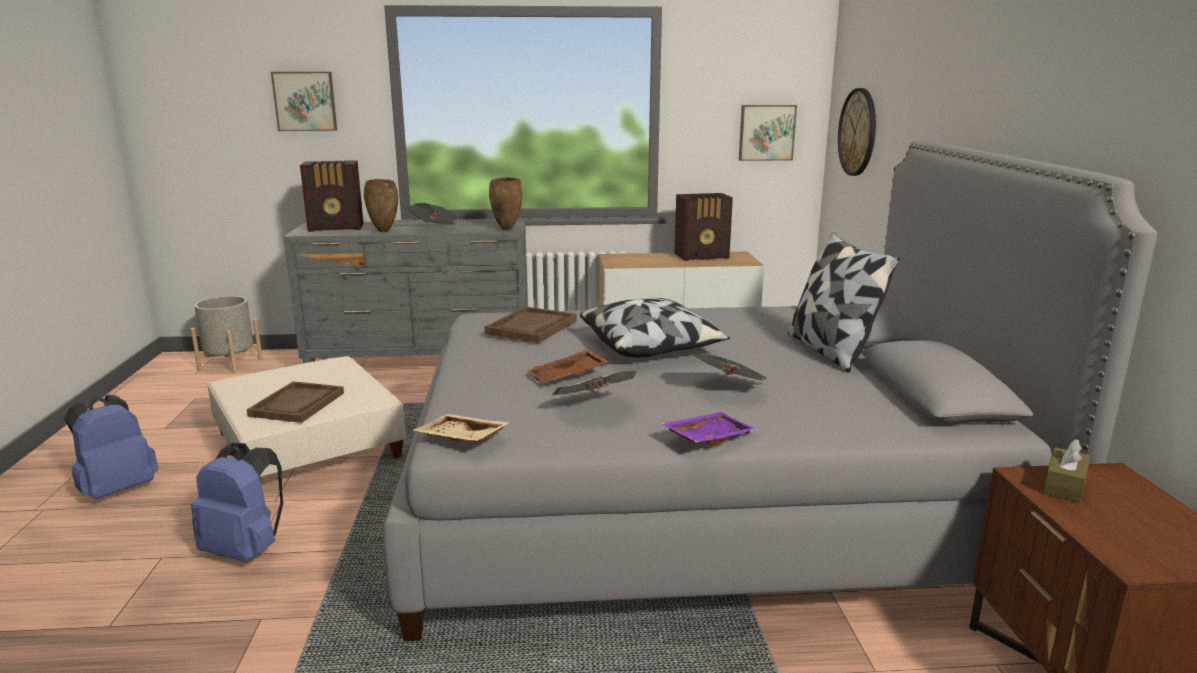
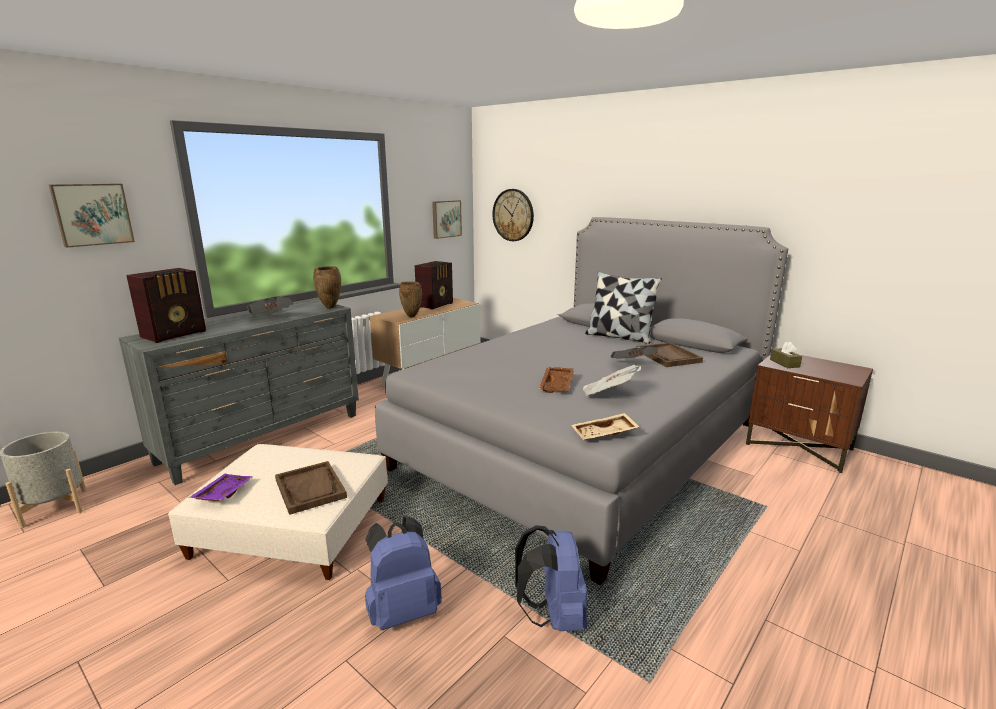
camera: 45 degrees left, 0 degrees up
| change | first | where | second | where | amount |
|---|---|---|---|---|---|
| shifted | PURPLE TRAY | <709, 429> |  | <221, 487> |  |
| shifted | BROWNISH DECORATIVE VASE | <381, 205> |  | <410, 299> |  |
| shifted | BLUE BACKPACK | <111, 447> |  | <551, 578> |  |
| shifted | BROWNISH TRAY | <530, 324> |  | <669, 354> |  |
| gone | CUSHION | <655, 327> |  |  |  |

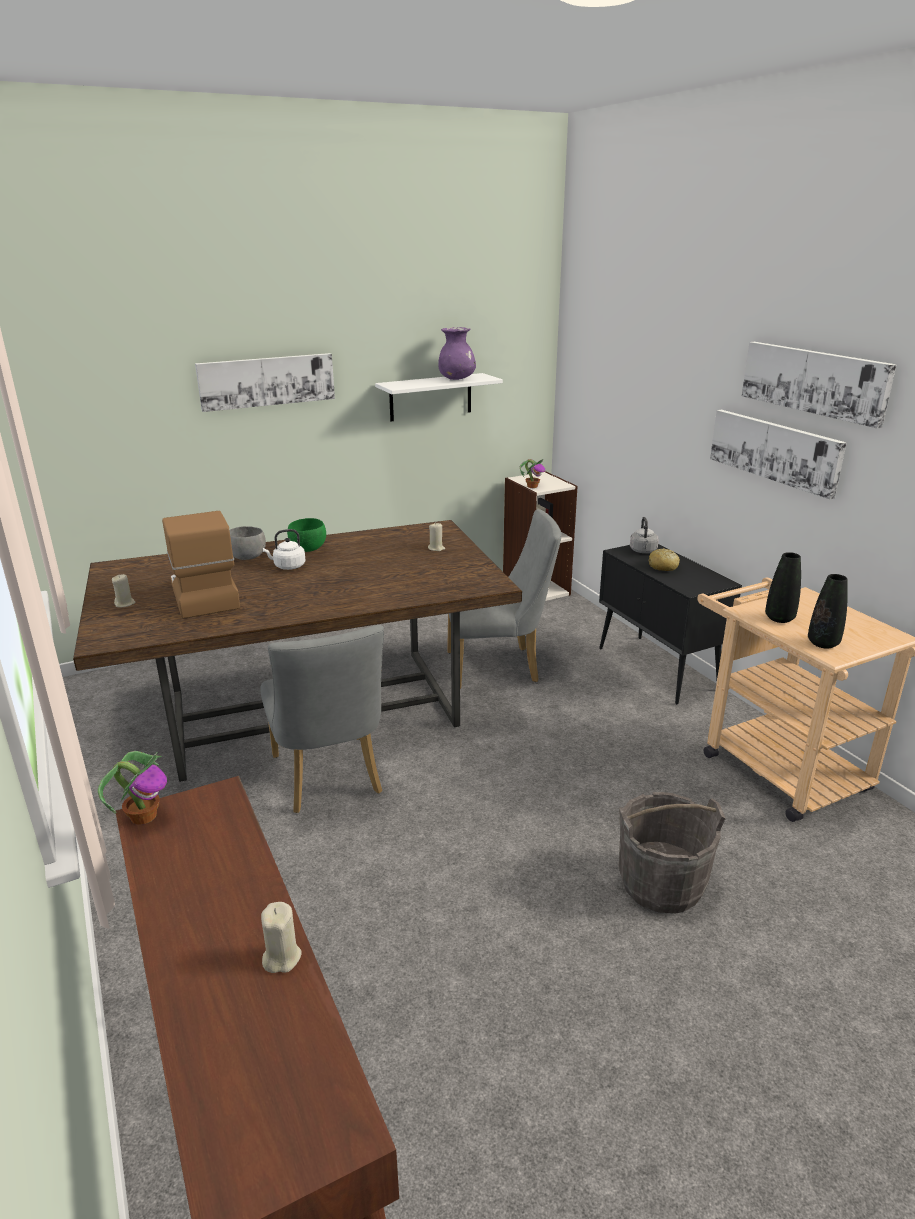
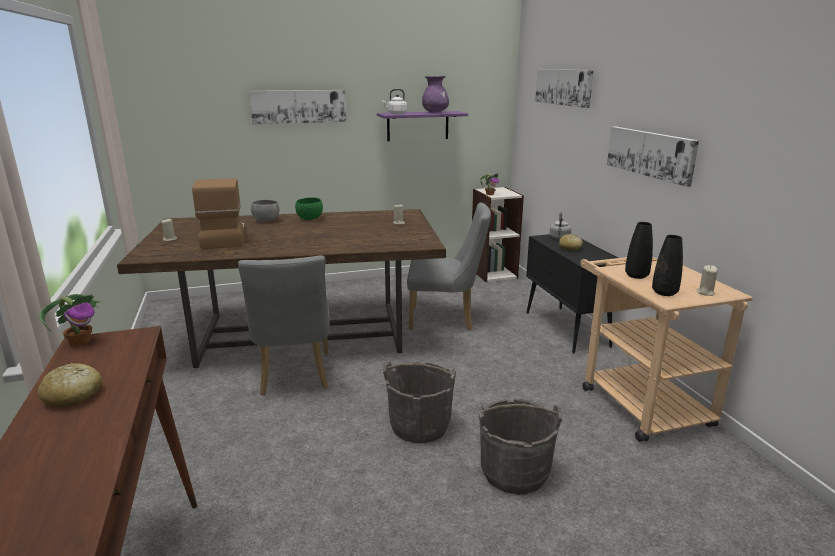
camera: 10 degrees right, 5 degrees down
| change | first | where | second | where | amount |
|---|---|---|---|---|---|
| new |  |  | BAKERY BREAD | <70, 385> |  |
| repainted | WHITE-COLOURED SHELF | <439, 397> | PURPLE SHELF | <422, 126> |  |
| shifted | WHITE-COLOURED WATER KETTLE | <284, 549> |  | <394, 101> |  |
| new |  |  | GRAY WATER BUCKET | <419, 402> |  |
| shifted | WALL ART | <819, 385> |  | <564, 88> |  |
| shifted | SAND-COLOURED WAX LIGHT | <281, 937> |  | <707, 280> |  |

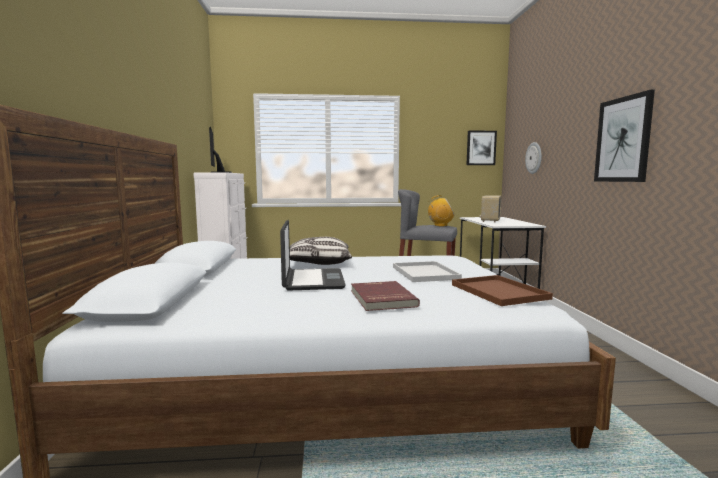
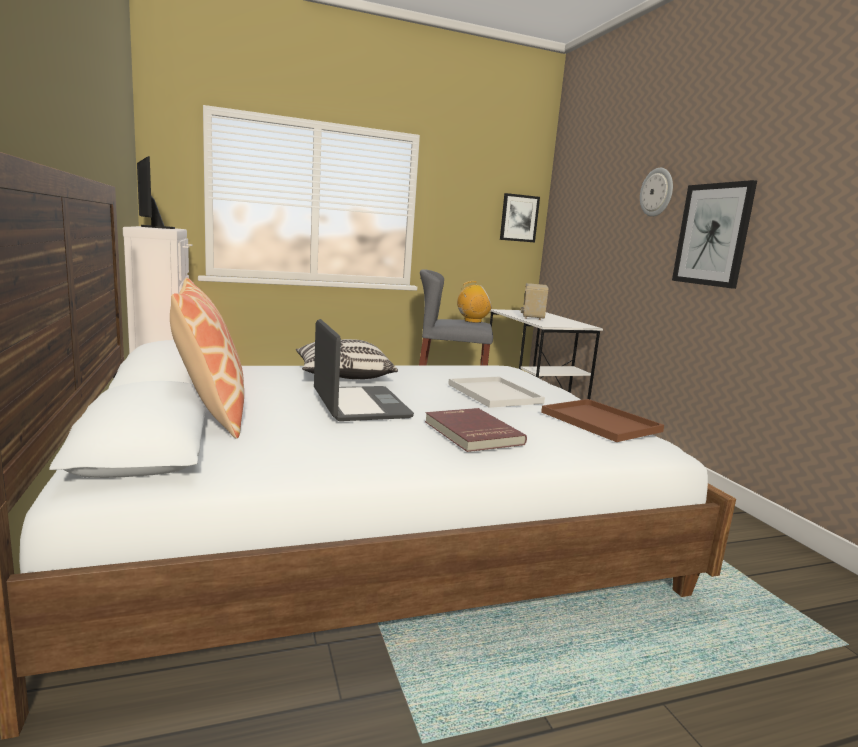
camera: 15 degrees left, 5 degrees up
| change | first | where | second | where | amount |
|---|---|---|---|---|---|
| new |  |  | CUSHION | <207, 358> |  |
| shifted | CLOCK ON THE WALL | <533, 158> |  | <656, 192> |  |

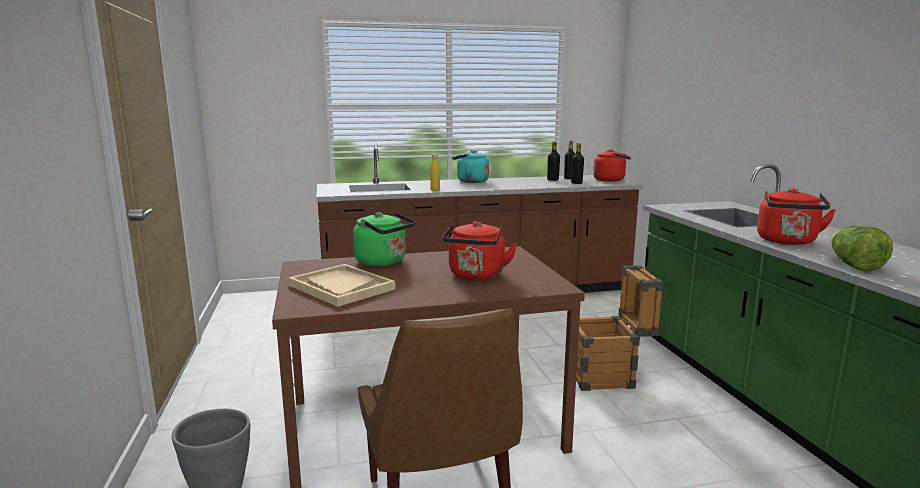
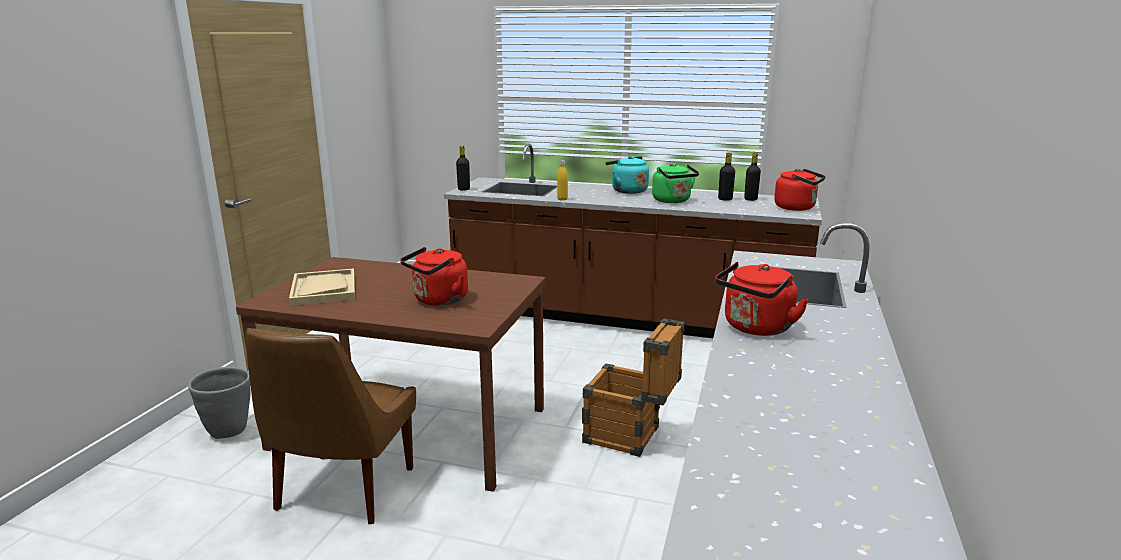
camera: 30 degrees right, 5 degrees up
| change | first | where | second | where | amount |
|---|---|---|---|---|---|
| shifted | BLACK-COLOURED BOTTLE | <577, 163> |  | <463, 168> |  |
| shifted | GREEN-COLOURED WATER KETTLE | <384, 239> |  | <675, 183> |  |
| gone | LETTUCE | <862, 249> |  |  |  |

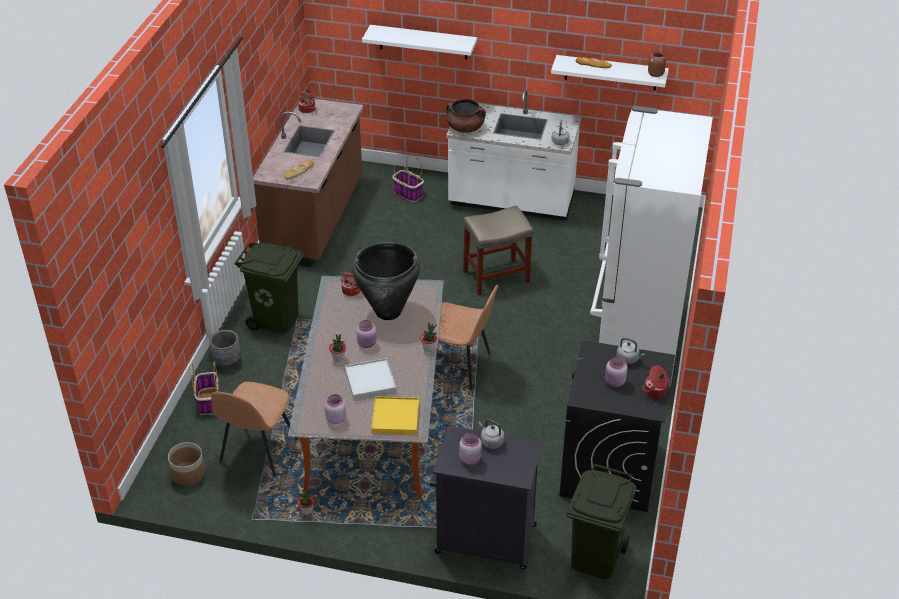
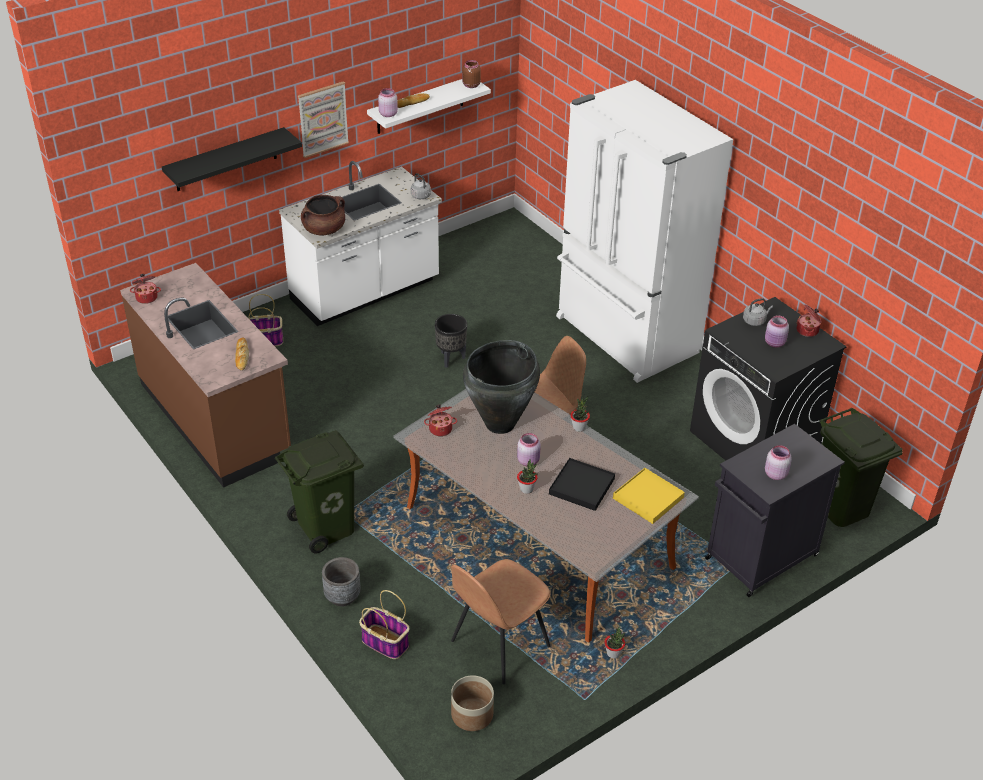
camera: 50 degrees left, 0 degrees up
| change | first | where | second | where | amount |
|---|---|---|---|---|---|
| repainted | WHITE-COLOURED SHELF | <419, 42> | BLACK-COLOURED SHELF | <232, 159> |  |
| new |  |  | WALL ART | <323, 119> |  |
| shifted | PINK STORAGE JAR | <335, 409> |  | <388, 102> |  |
| swapped | SAND-COLOURED STOOL | <498, 250> | BLACK-COLOURED PLANTER | <451, 341> |  |
| rotated | BROWNISH UPRIGHT CHAIR | <254, 429> |  | <500, 621> | 75 degrees clockwise |
| repainted | WHITE-COLOURED TRAY | <370, 379> | BLACK-COLOURED TRAY | <582, 484> |  |
| gone | GRAY WATER KETTLE | <491, 434> |  |  |  |

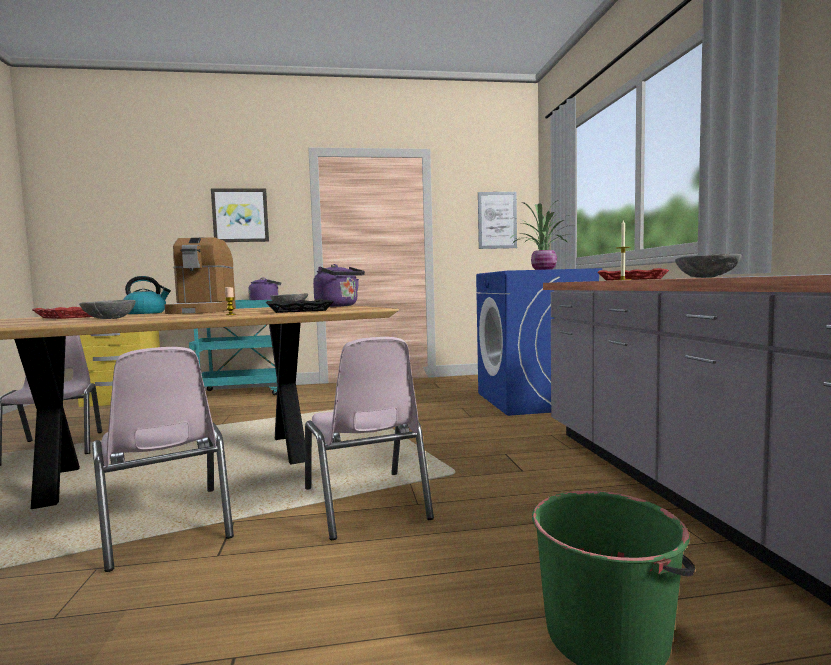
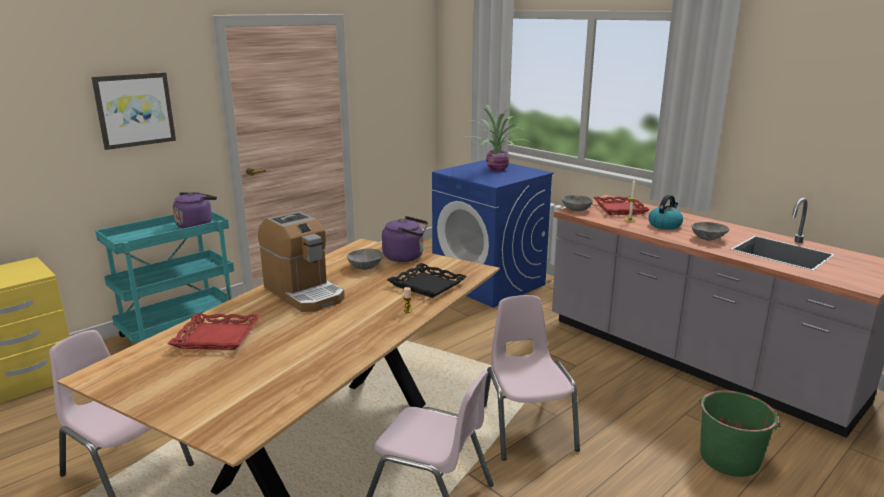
camera: 35 degrees left, 15 degrees up
| change | first | where | second | where | amount |
|---|---|---|---|---|---|
| rotated | PINK UPRIGHT CHAIR | <369, 438> |  | <532, 378> | 135 degrees counterclockwise |
| shifted | GRAY BOWL | <107, 309> |  | <577, 203> |  |
| shifted | WATER KETTLE | <147, 295> |  | <665, 212> |  |
| gone | WALL ART | <497, 220> |  |  |  |

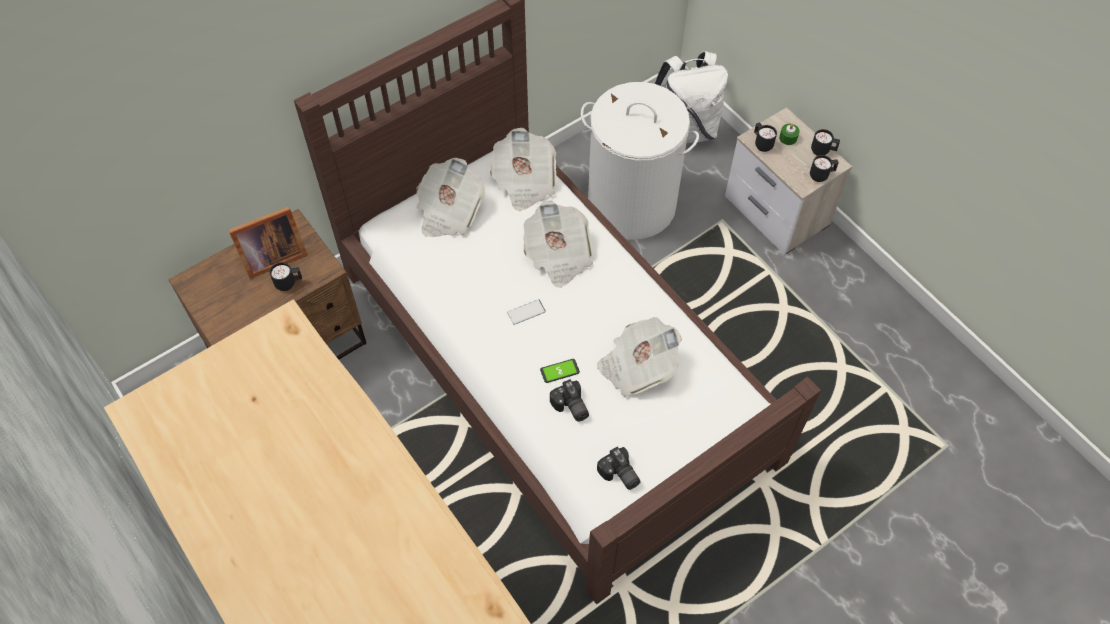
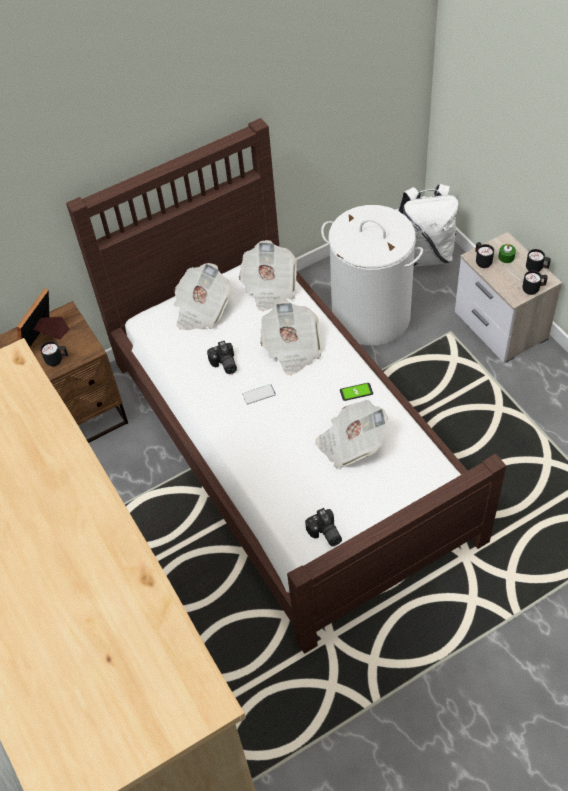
camera: 10 degrees right, 5 degrees down
| change | first | where | second | where | amount |
|---|---|---|---|---|---|
| rotated | STANDING FRAME | <268, 243> |  | <43, 318> | 135 degrees clockwise |
| shifted | STILL CAMERA | <569, 400> |  | <222, 357> |  |
| shifted | HANDSET | <560, 371> |  | <356, 392> |  |

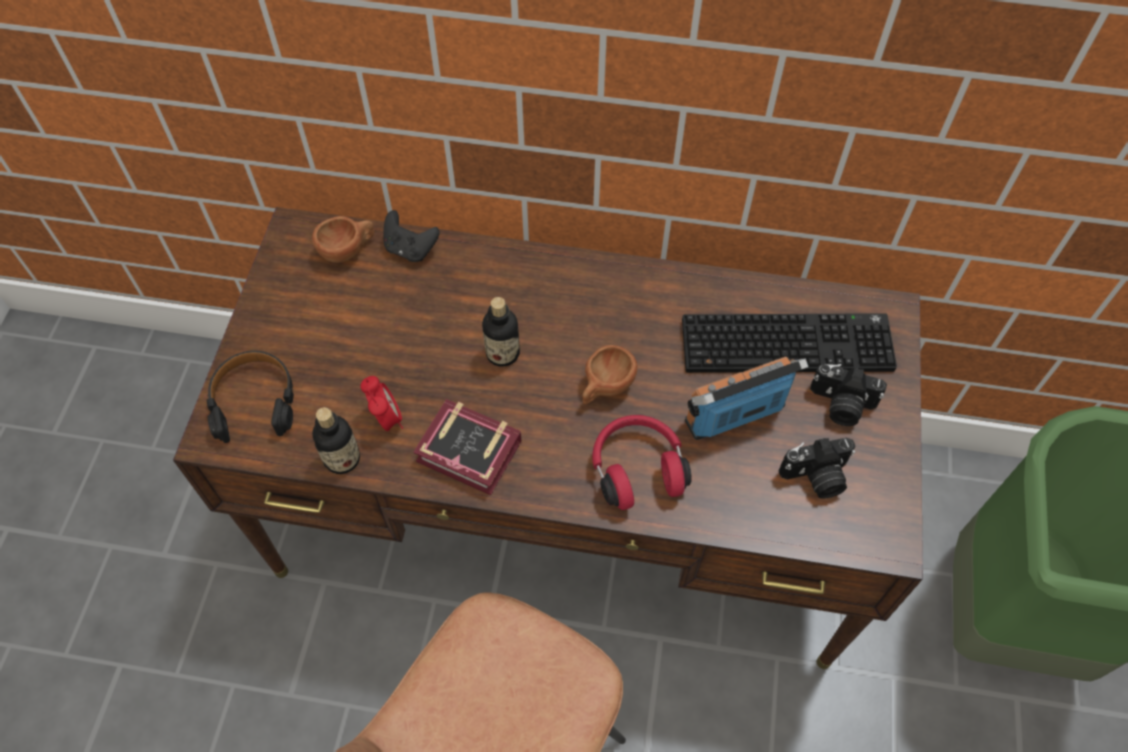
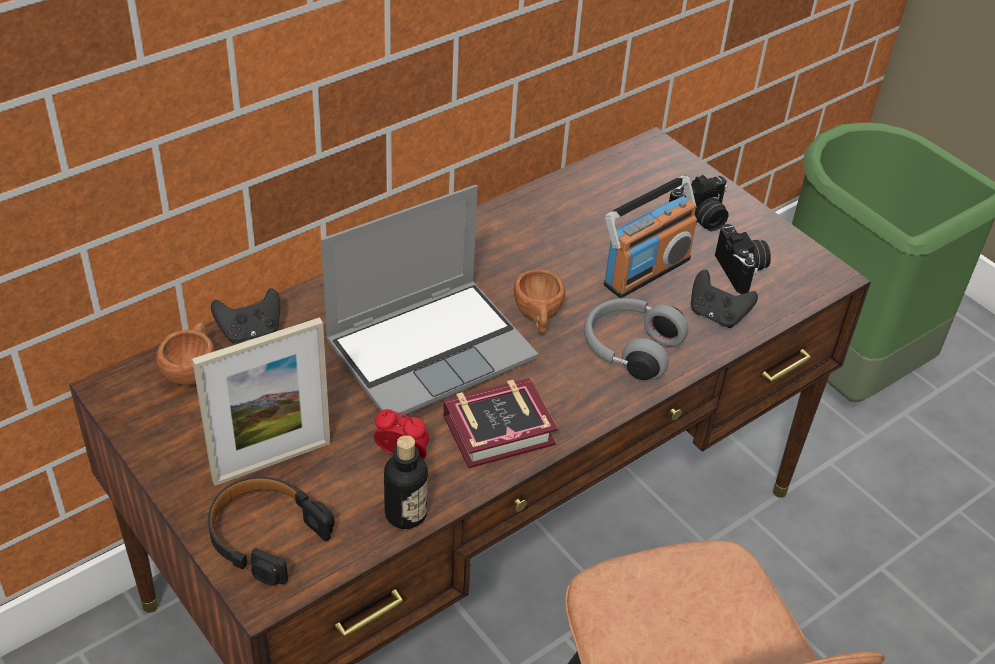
camera: 50 degrees left, 15 degrees down
| change | first | where | second | where | amount |
|---|---|---|---|---|---|
| new |  |  | STANDING FRAME | <261, 401> |  |
| swapped | BOTTLE | <501, 332> | PORTABLE COMPUTER | <429, 301> |  |
| repainted | RED-COLOURED HEADPHONES | <642, 462> | GRAY HEADPHONES | <636, 339> |  |
| rotated | RADIO SET | <747, 398> |  | <650, 237> | 150 degrees counterclockwise |
| new |  |  | BLACK-COLOURED GAMEPAD | <724, 299> |  |
| rotated | STILL CAMERA | <817, 468> |  | <743, 259> | 45 degrees counterclockwise |
| gone | PC KEYBOARD | <789, 343> |  |  |  |

